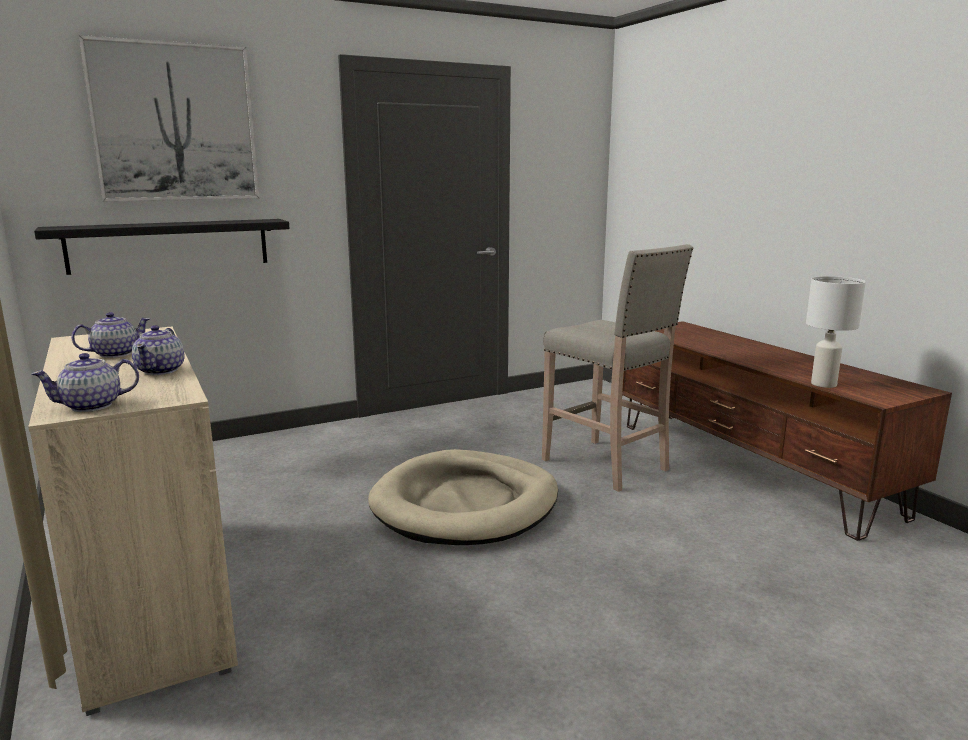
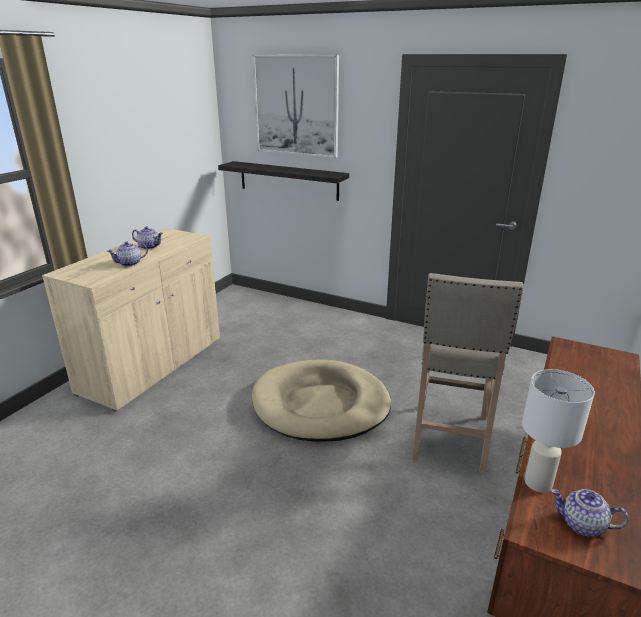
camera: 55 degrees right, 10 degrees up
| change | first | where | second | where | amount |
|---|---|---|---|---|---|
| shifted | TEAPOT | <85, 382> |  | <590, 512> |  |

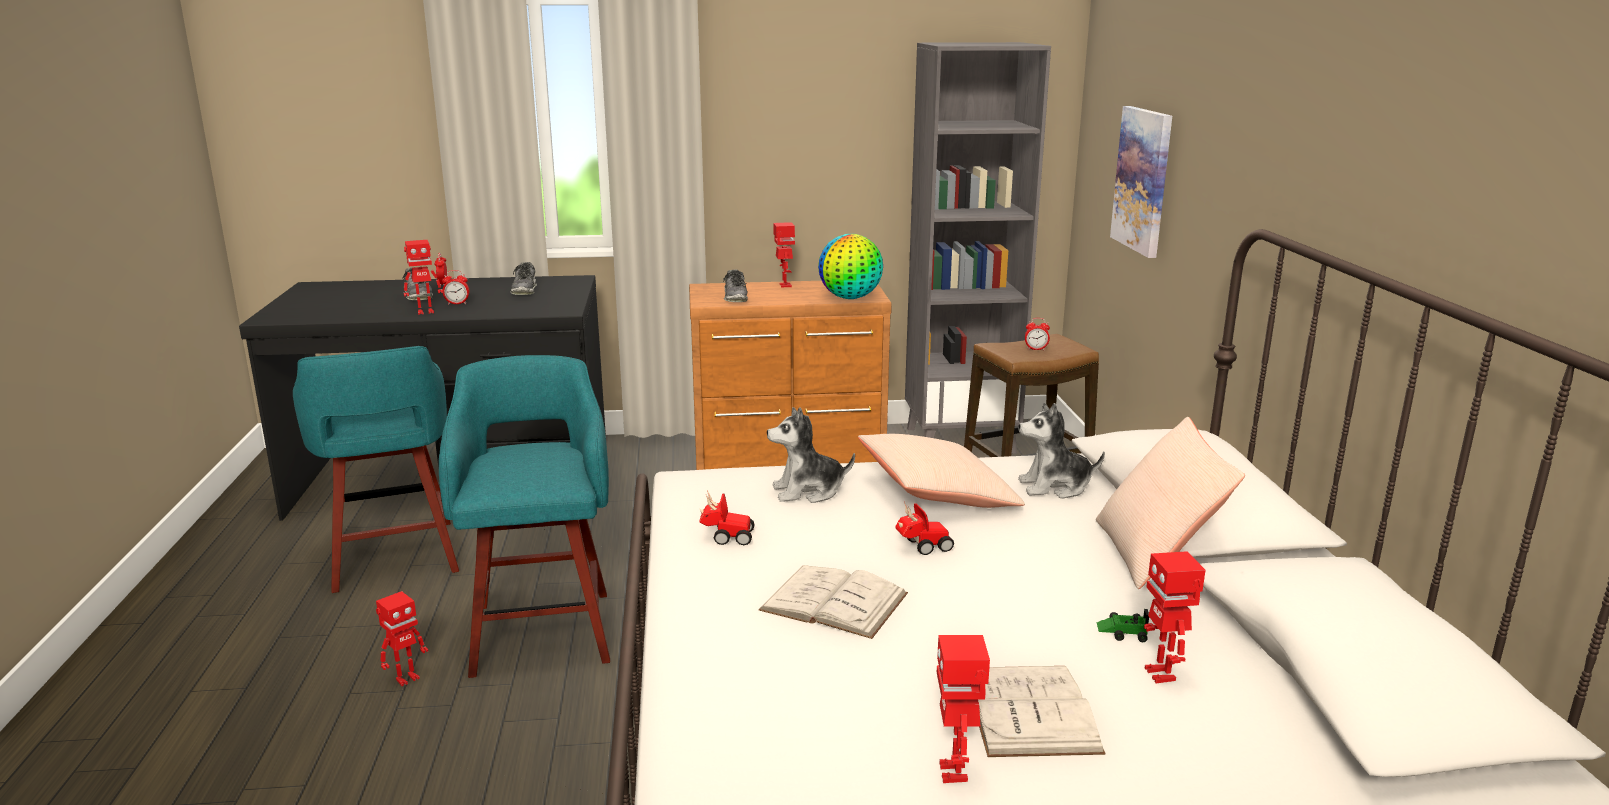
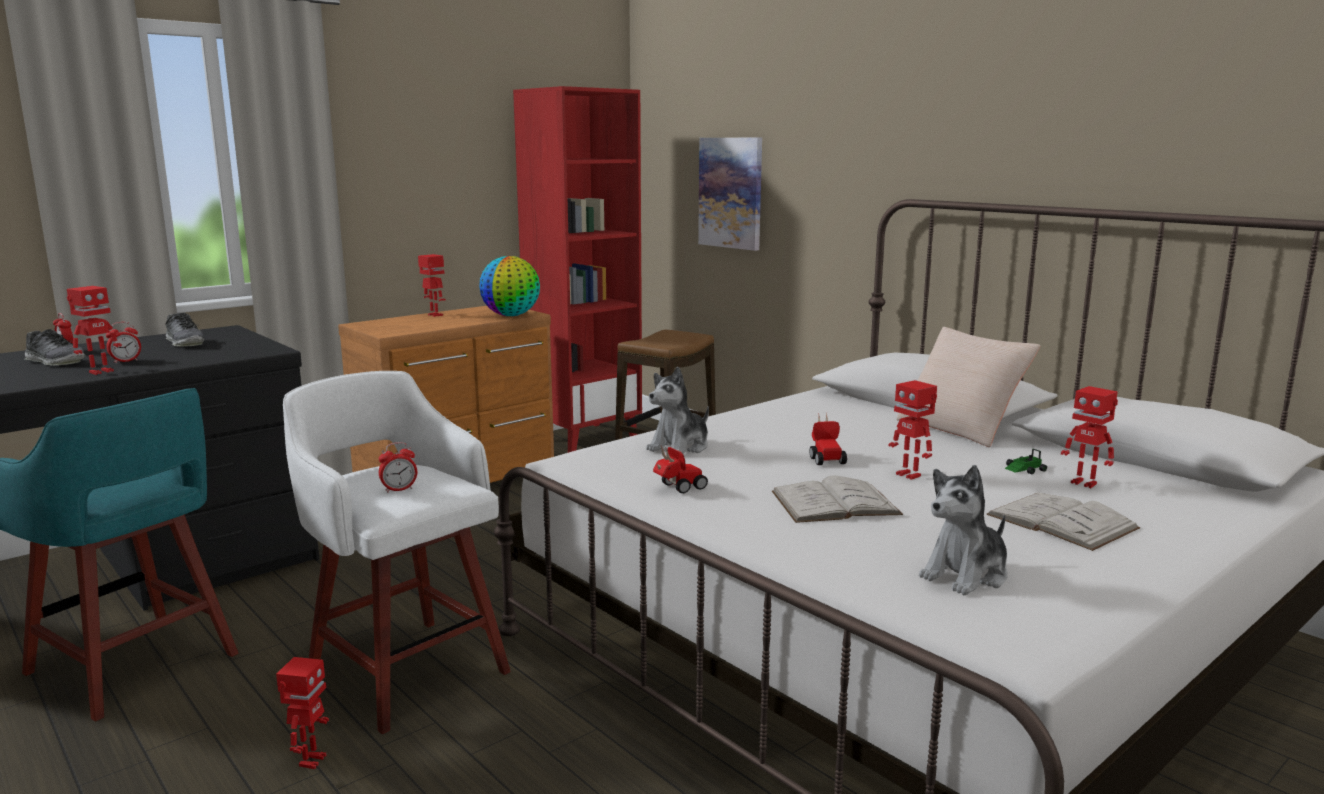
camera: 35 degrees left, 5 degrees down
| change | first | where | second | where | amount |
|---|---|---|---|---|---|
| repainted | BLUE-GREEN STOOL | <524, 516> | WHITE-COLOURED STOOL | <397, 552> |  |
| shifted | BEDSIDE CLOCK | <1037, 334> |  | <398, 467> |  |
| repainted | GRAY BOOKCASE | <978, 248> | RED-COLOURED BOOKCASE | <577, 269> |  |
| rotated | MODEL CAR | <925, 528> |  | <828, 439> | 135 degrees clockwise |
| shifted | ROBOT FIGURE | <963, 709> |  | <913, 430> |  |
| shifted | CUDDLY TOY | <1061, 450> |  | <963, 530> |  |
| gone | SHOE | <735, 286> |  |  |  |
| gone | SAND-COLOURED CUSHION | <941, 471> |  |  |  |

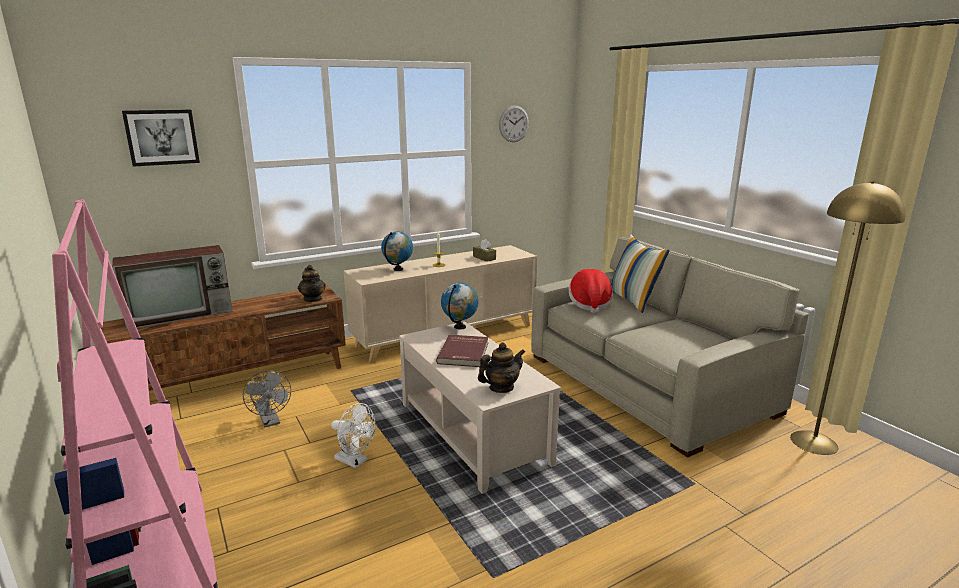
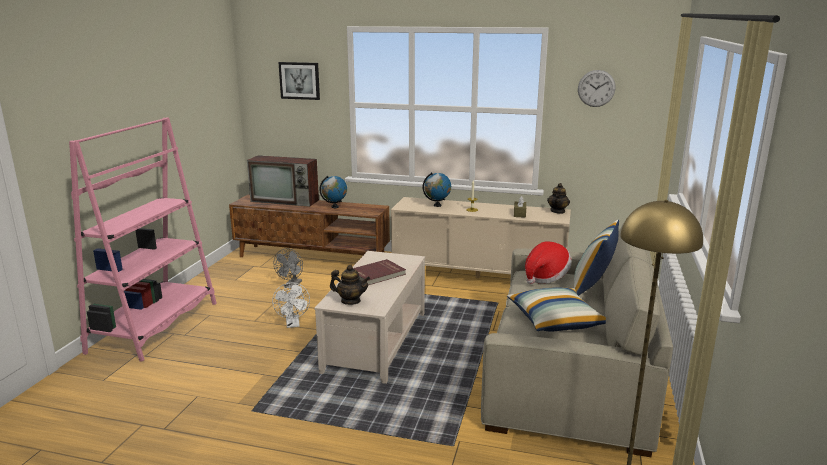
camera: 45 degrees right, 0 degrees up
| change | first | where | second | where | amount |
|---|---|---|---|---|---|
| shifted | DESK GLOBE | <460, 306> |  | <333, 192> |  |
| new |  |  | CUSHION | <556, 309> |  |
| shifted | TEAPOT | <312, 283> |  | <558, 198> |  |

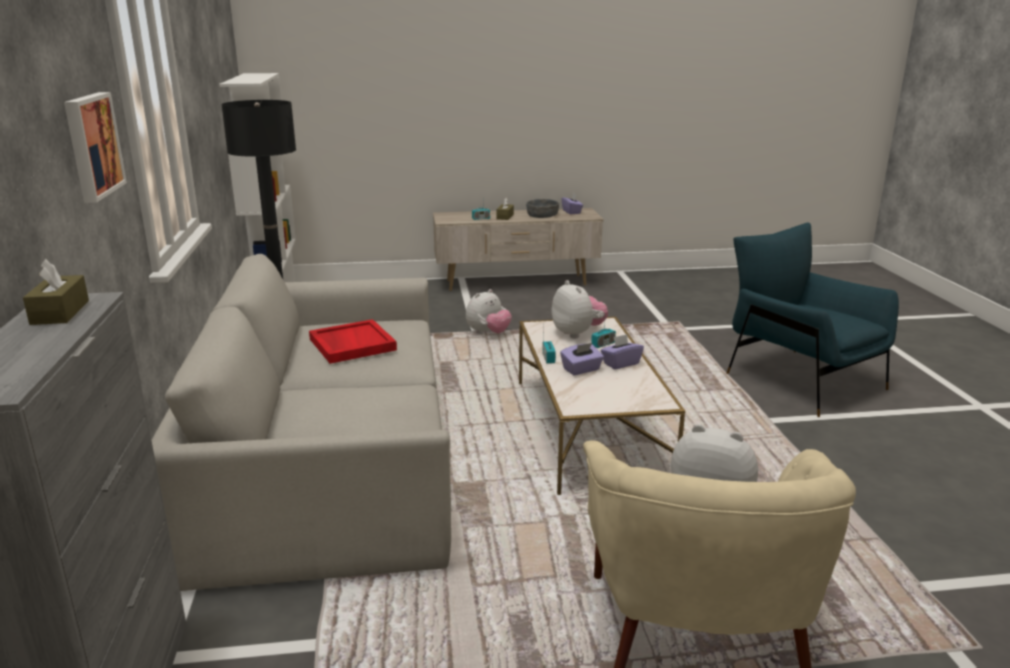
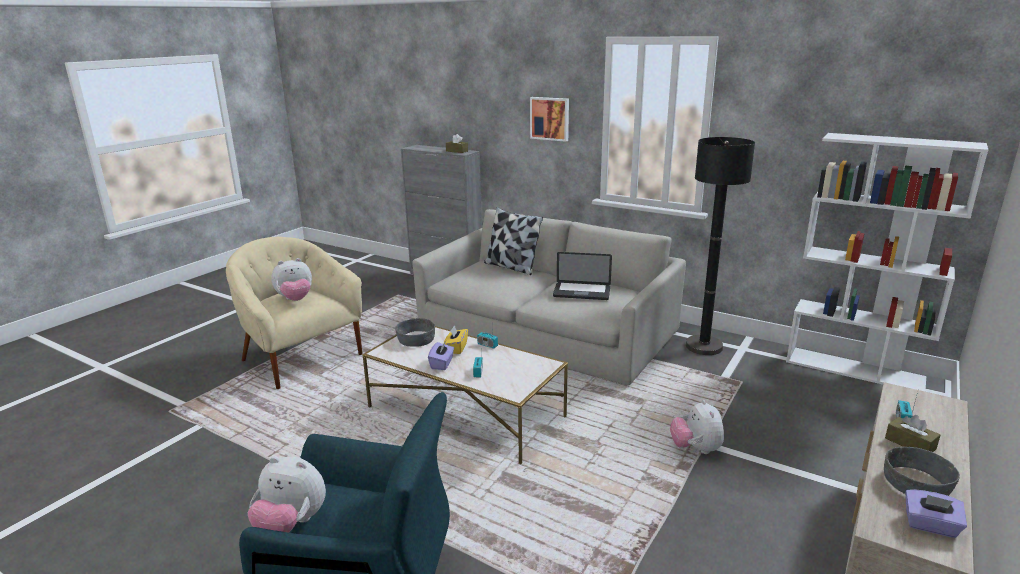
camera: 130 degrees right, 0 degrees up
| change | first | where | second | where | amount |
|---|---|---|---|---|---|
| shifted | CUDDLY TOY | <580, 309> |  | <287, 494> |  |
| new |  |  | GRAY BOWL | <415, 332> |  |
| repainted | PURPLE TISSUE BOX | <582, 359> | YELLOWISH TISSUE BOX | <456, 339> |  |
| new |  |  | CUSHION | <513, 241> |  |
| swapped | RED-COLOURED TRAY | <353, 341> | PORTABLE COMPUTER | <582, 276> |  |

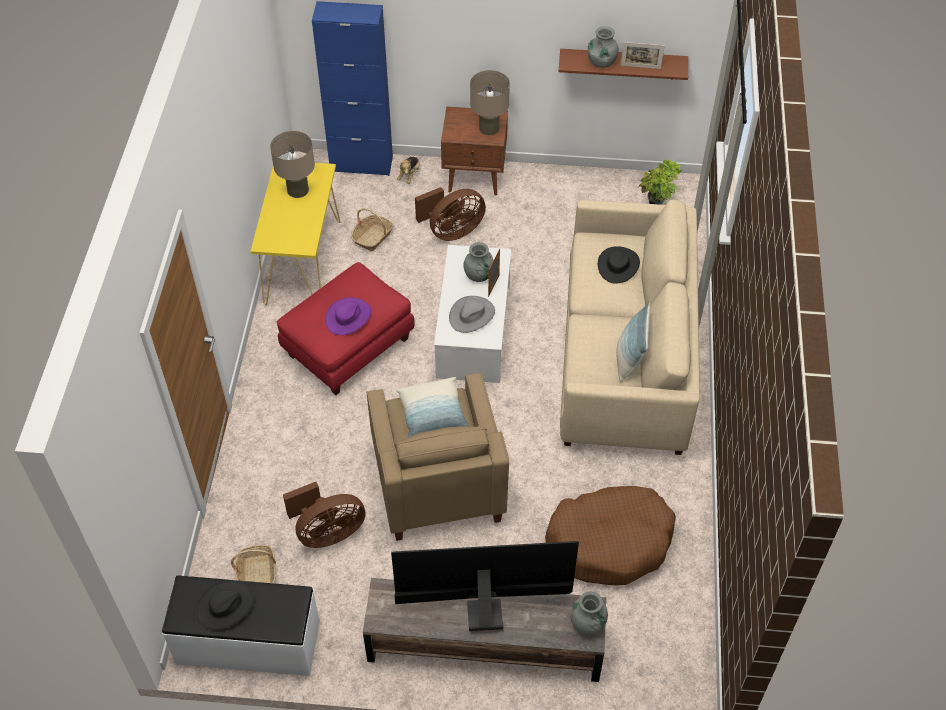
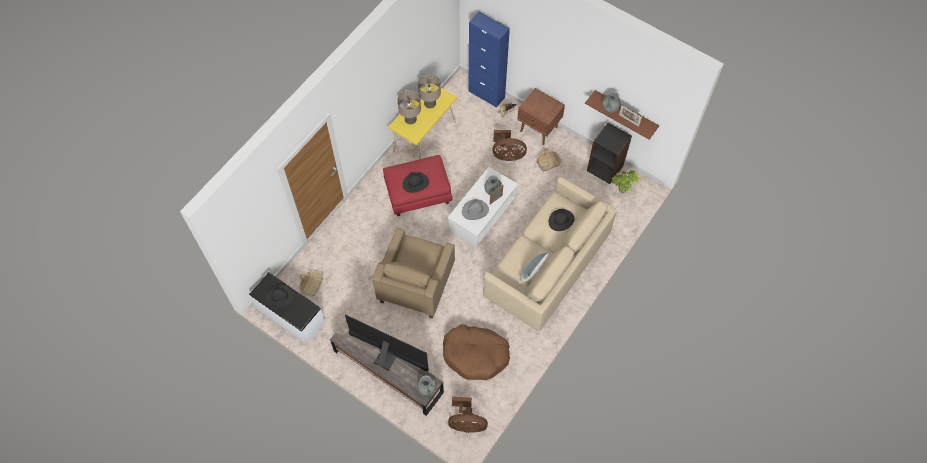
camera: 30 degrees right, 10 degrees up
| change | first | where | second | where | amount |
|---|---|---|---|---|---|
| shifted | SAND-COLOURED LAMP FOR A TABLE | <490, 102> |  | <409, 107> |  |
| repainted | PURPLE CLOTHING HAT | <348, 316> | BLACK-COLOURED CLOTHING HAT | <416, 182> |  |
| shifted | BROWNISH ELECTRIC FAN | <324, 515> |  | <468, 414> |  |
| shifted | HOUSEHOLD BASKET | <372, 229> |  | <549, 160> |  |
| new |  |  | BLACK-COLOURED BOOKCASE | <609, 153> |  |
| gone | CUSHION | <432, 407> |  |  |  |

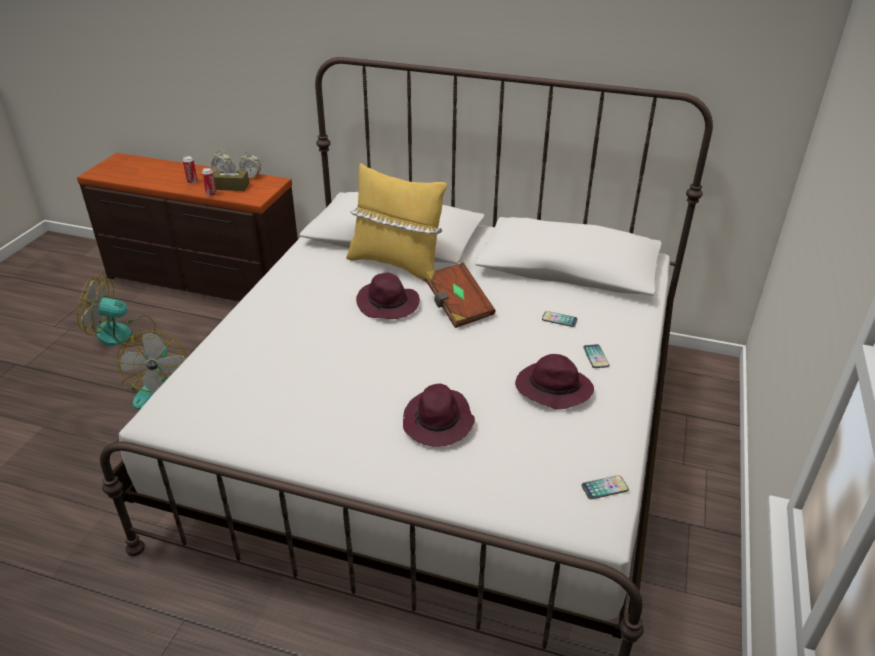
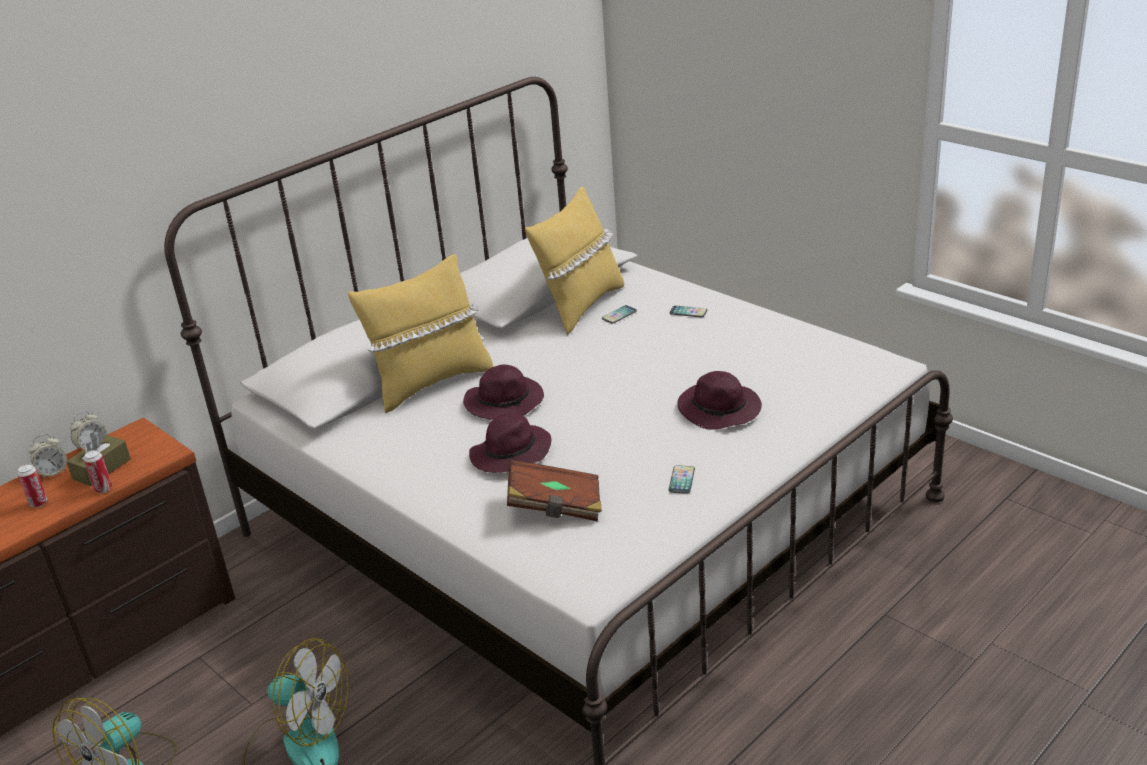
camera: 60 degrees left, 5 degrees down
| change | first | where | second | where | amount |
|---|---|---|---|---|---|
| shifted | PURPLE CLOTHING HAT | <554, 382> |  | <510, 443> |  |
| shifted | BROWNISH BOOK | <460, 295> |  | <554, 490> |  |
| new |  |  | YELLOWISH CUSHION | <574, 260> |  |
| shifted | HANDSET | <605, 487> |  | <682, 479> |  |

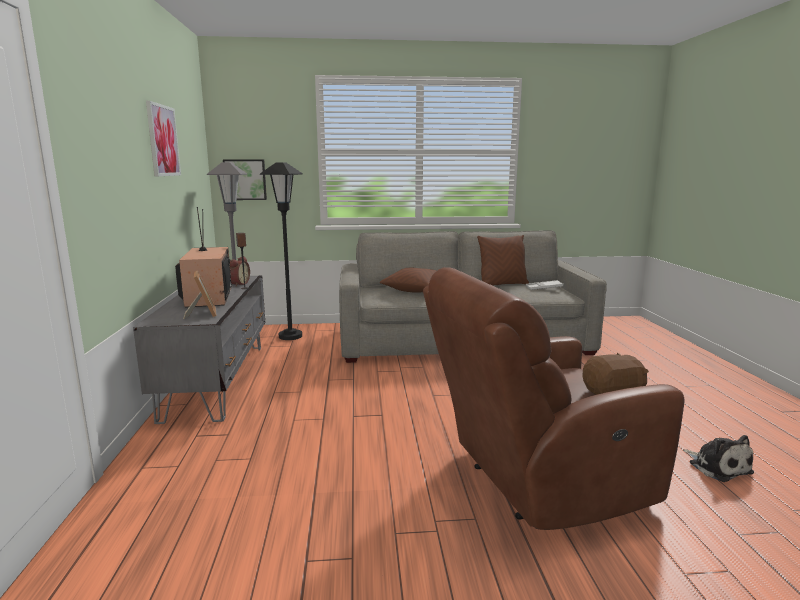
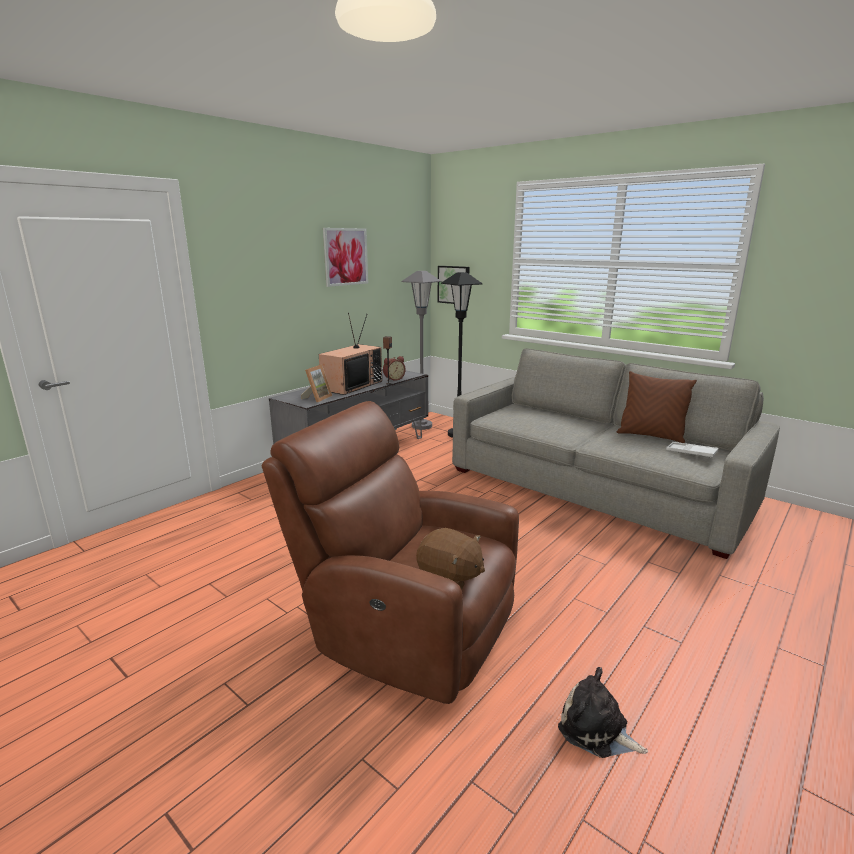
camera: 45 degrees right, 5 degrees up
| change | first | where | second | where | amount |
|---|---|---|---|---|---|
| rotated | CUDDLY TOY | <718, 458> |  | <603, 712> | 105 degrees clockwise |
| gone | BROWNISH CUSHION | <408, 280> |  |  |  |

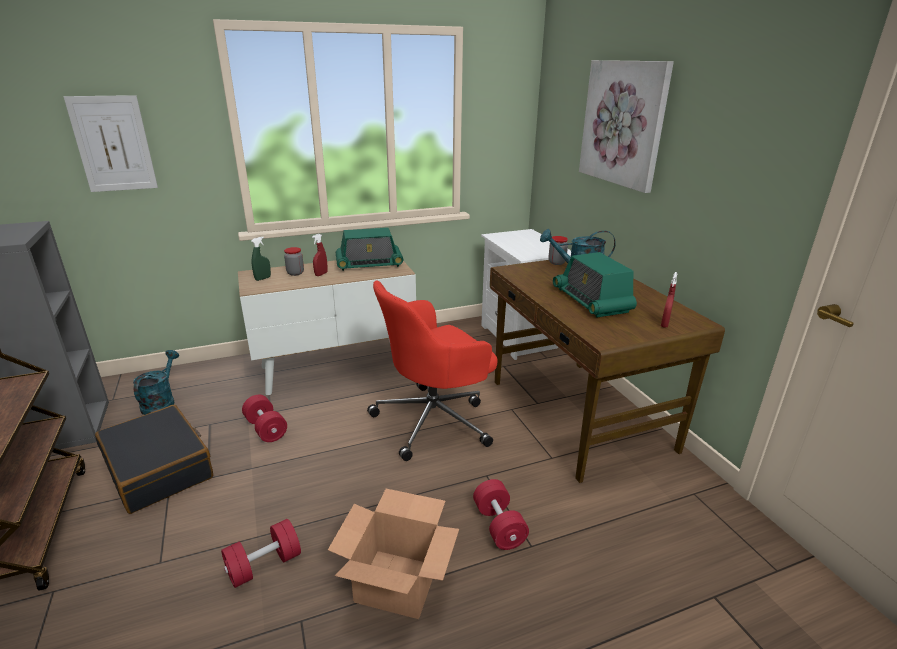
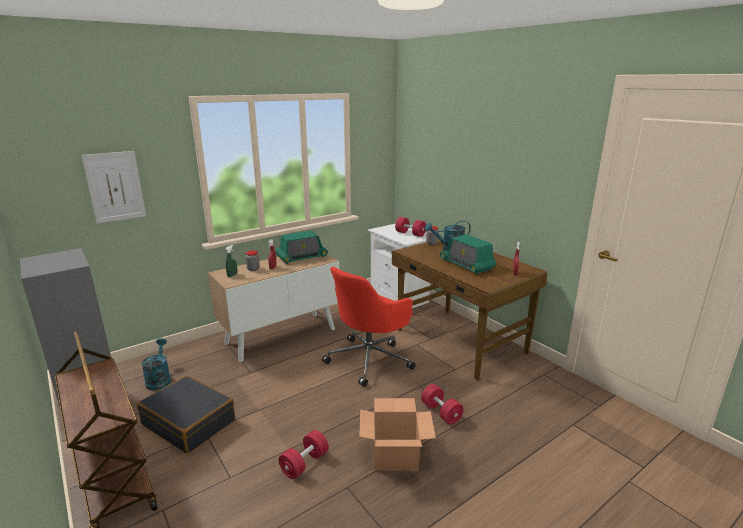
camera: 15 degrees left, 5 degrees down
| change | first | where | second | where | amount |
|---|---|---|---|---|---|
| shifted | RED-COLOURED DUMBBELL | <264, 418> |  | <410, 227> |  |
| gone | WALL ART | <626, 126> |  |  |  |

